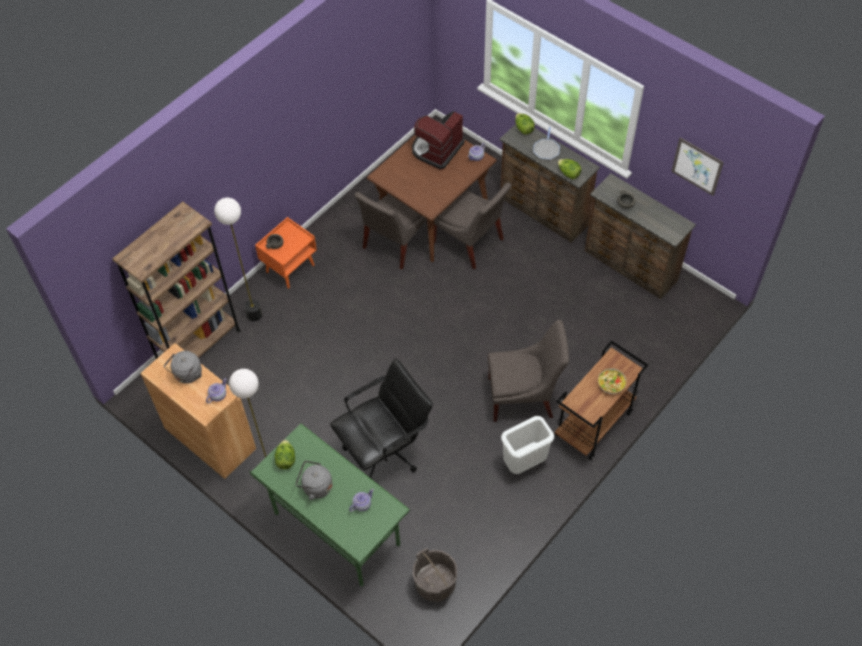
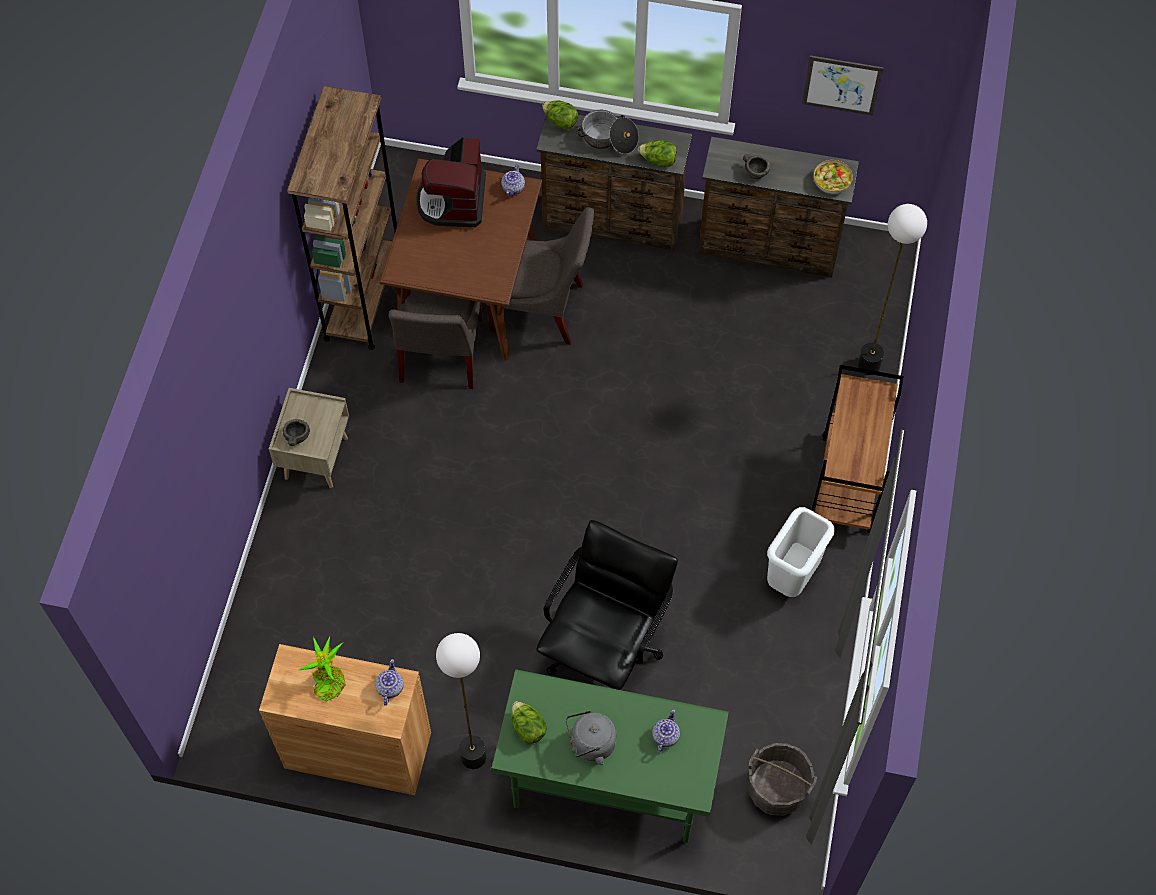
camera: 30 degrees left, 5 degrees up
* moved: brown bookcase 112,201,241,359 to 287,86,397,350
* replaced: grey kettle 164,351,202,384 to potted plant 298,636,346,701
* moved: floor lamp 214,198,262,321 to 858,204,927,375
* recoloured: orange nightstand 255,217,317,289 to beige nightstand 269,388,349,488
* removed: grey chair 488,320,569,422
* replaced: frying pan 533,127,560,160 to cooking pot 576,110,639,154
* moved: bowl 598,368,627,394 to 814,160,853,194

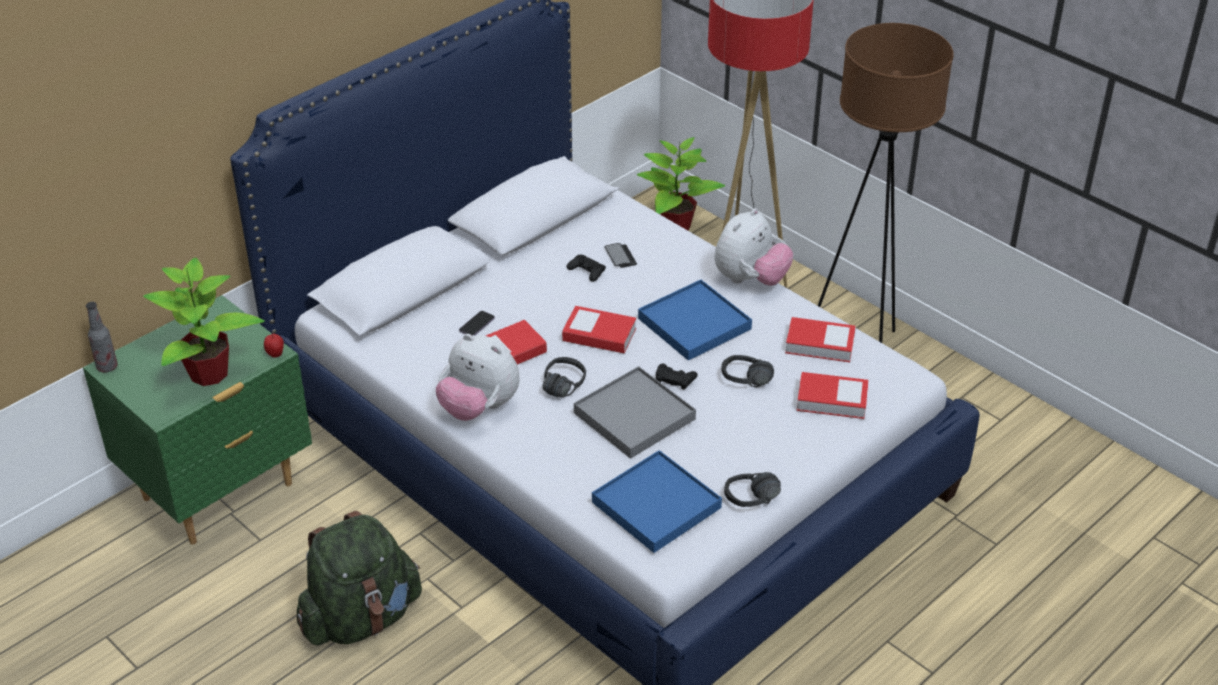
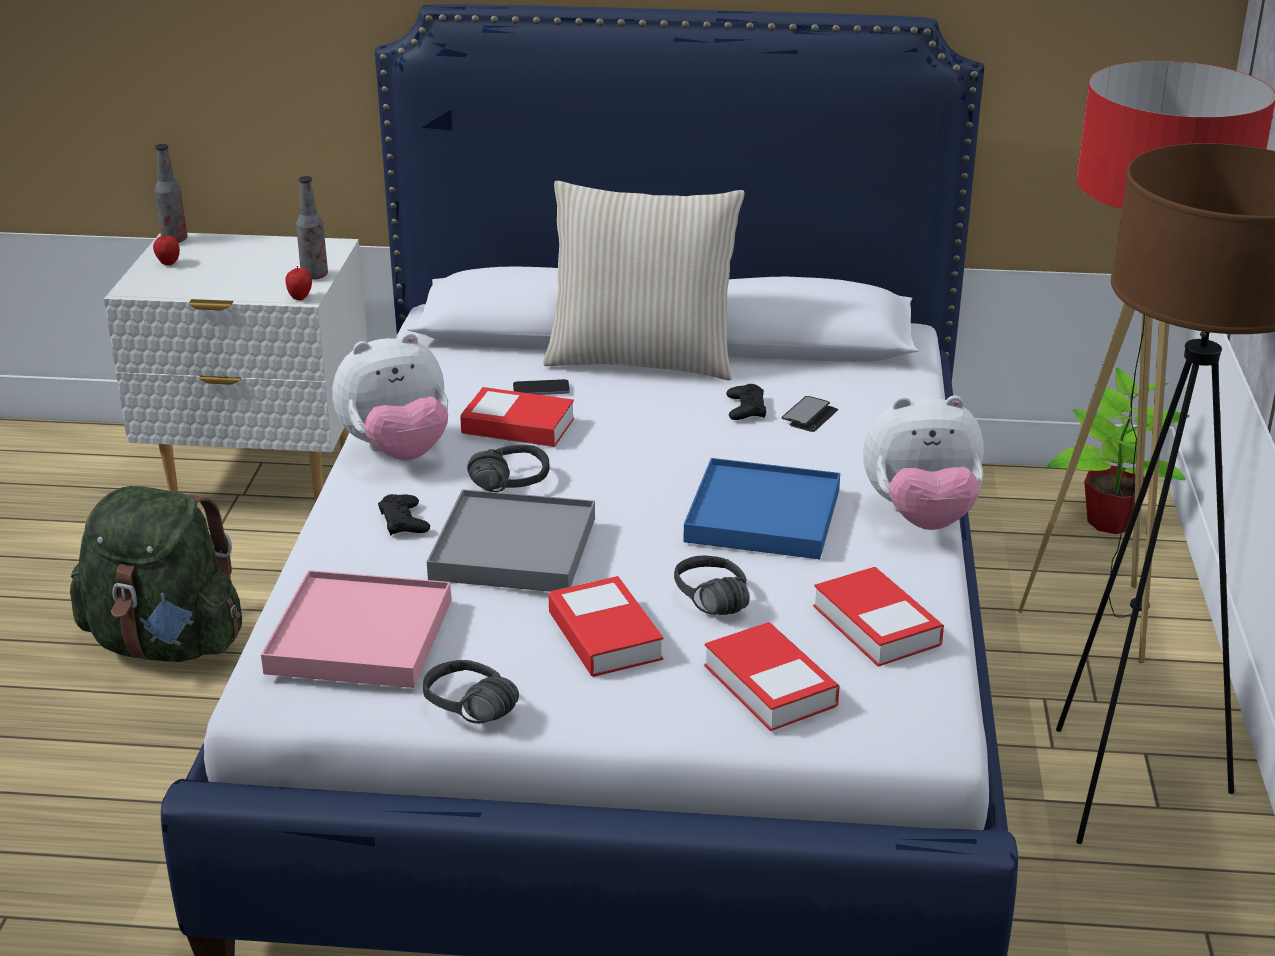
camera: 50 degrees right, 10 degrees down
* recoloured: green nightstand 83,295,312,545 to white nightstand 104,233,367,502
* removed: potted plant 143,257,265,386
* turned: plush toy 436,334,520,421 = 332,333,448,461 105 degrees counterclockwise
* moved: book 562,306,636,354 to 548,576,663,677
* recoloured: blue tray 592,450,722,553 to pink tray 261,570,451,688
* moved: black game controller 656,364,698,390 to 378,494,430,535
* added: apple 153,232,180,265
* added: bottle 296,176,328,280
* added: beige pillow 543,181,745,380

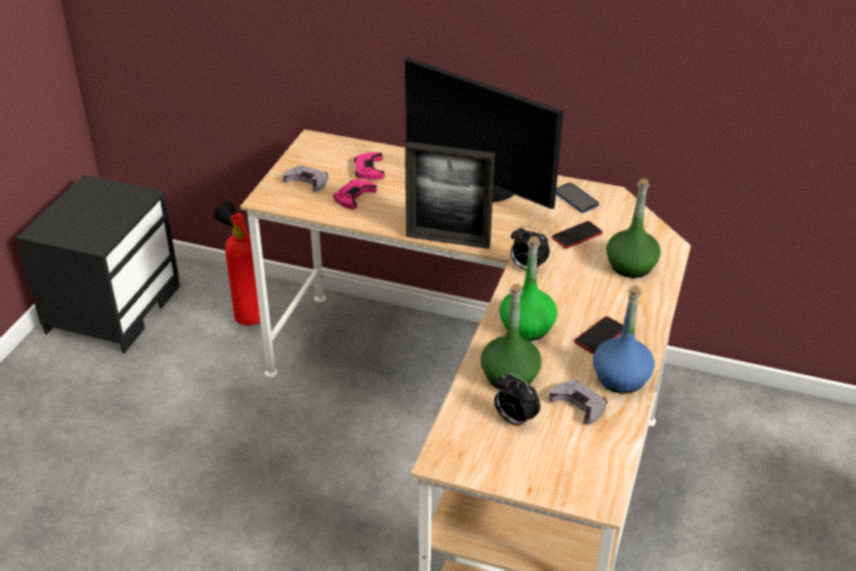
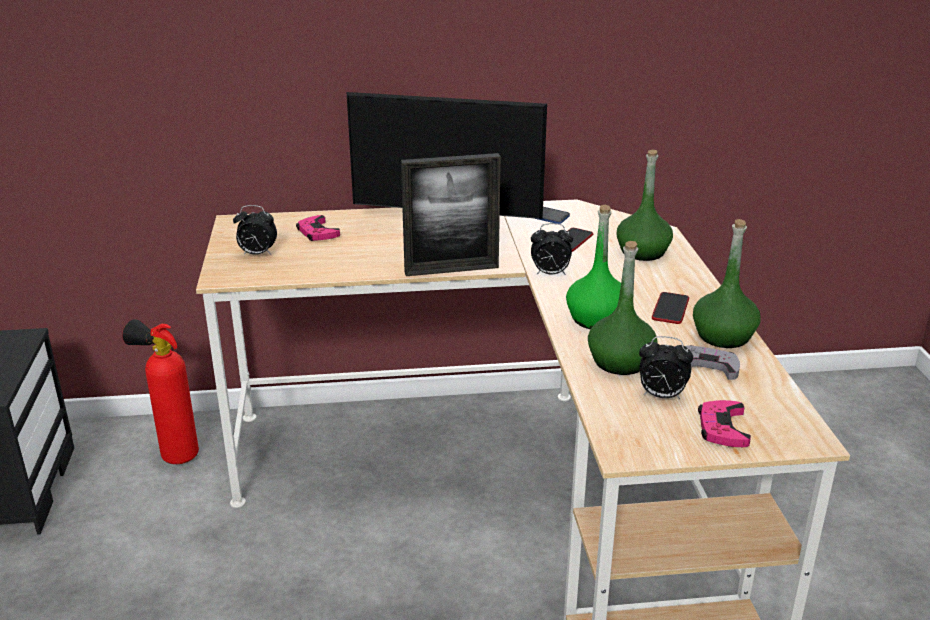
camera: 25 degrees left, 10 degrees down
* replaced: grey game controller 283,165,328,192 to alarm clock 233,205,277,255
* moved: pink game controller 333,179,377,209 to 698,400,751,447
* recoloured: blue bottle 593,286,654,394 to green bottle 693,219,761,348

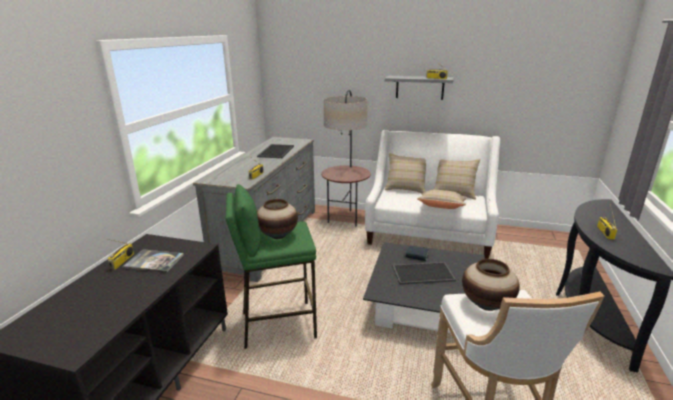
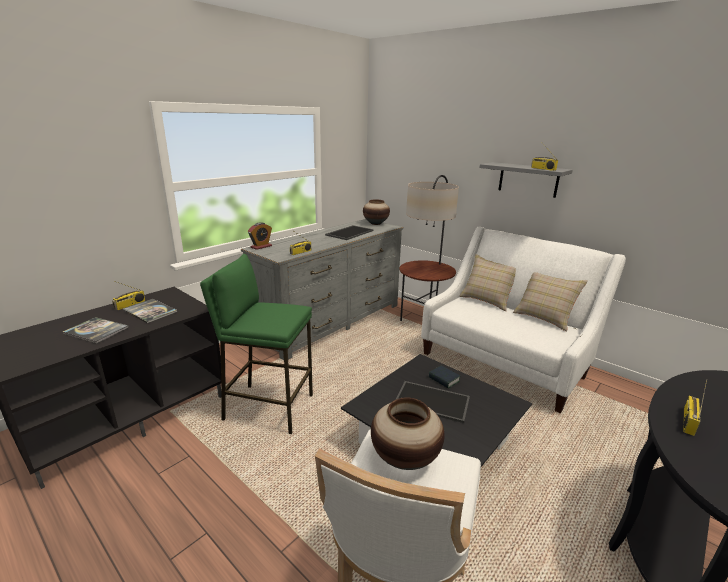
camera: 25 degrees right, 0 degrees up
* moved: vase 257,199,298,239 to 363,200,390,225
* removed: beige pillow 417,190,466,209
* added: book 62,317,129,343
* added: alarm clock 248,222,272,250

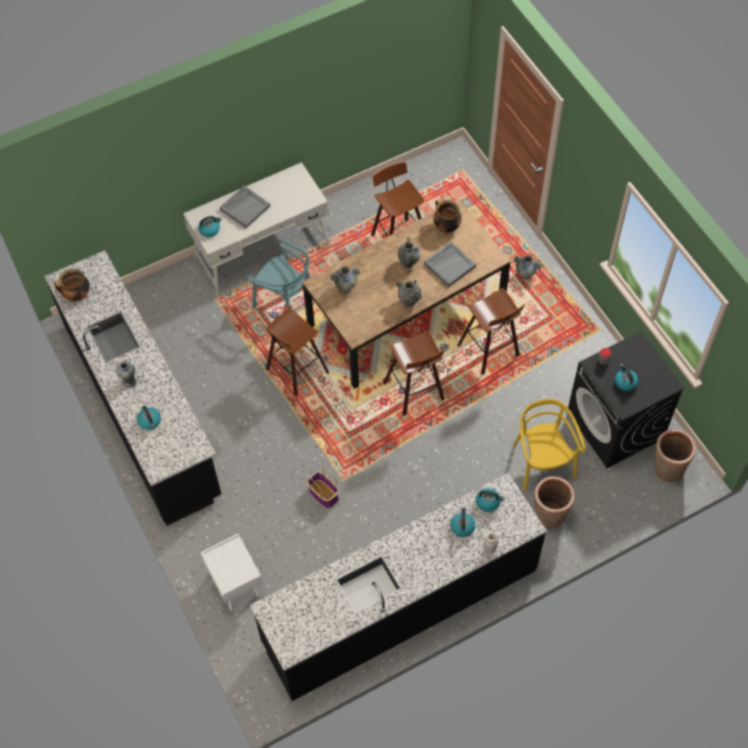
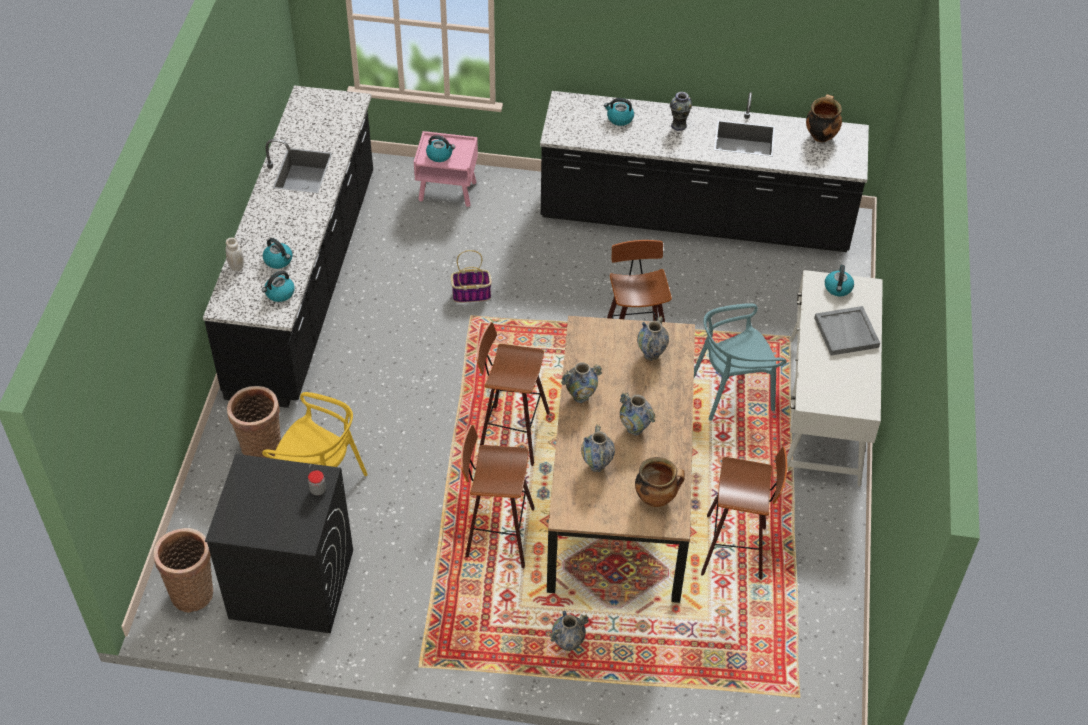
camera: 125 degrees right, 10 degrees down
* recoloured: white nightstand 201,533,263,611 to pink nightstand 414,131,478,207
* replaced: grey tray 424,242,476,287 to vase 581,424,615,472
* moved: kettle 615,364,638,391 to 426,135,455,162

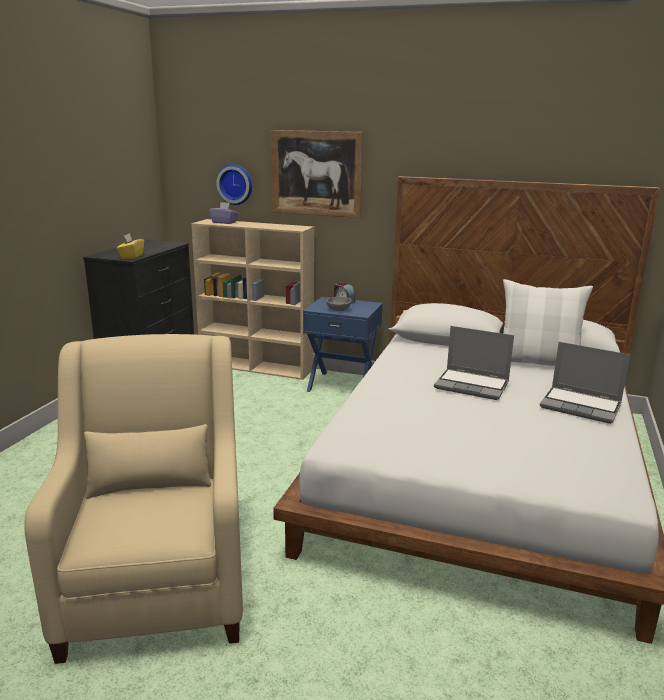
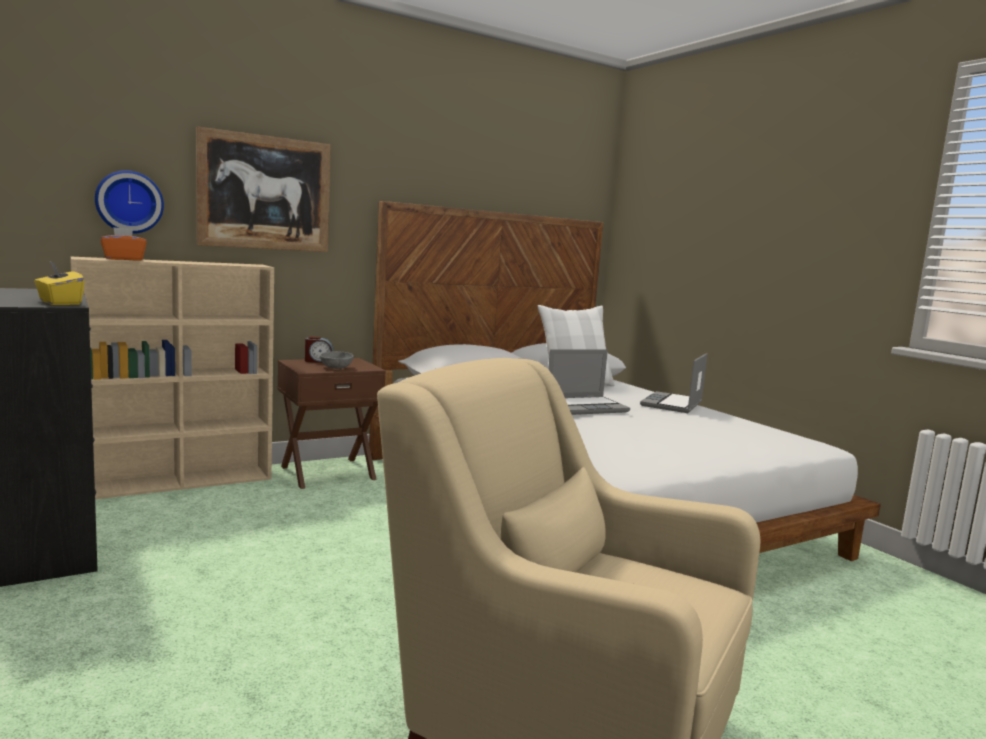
camera: 50 degrees left, 10 degrees down
* recoloured: purple tissue box 209,202,238,224 to orange tissue box 101,227,147,261
* recoloured: blue nightstand 303,297,383,392 to brown nightstand 277,358,386,489
* turned: laptop 540,342,630,424 = 640,353,707,413 135 degrees clockwise

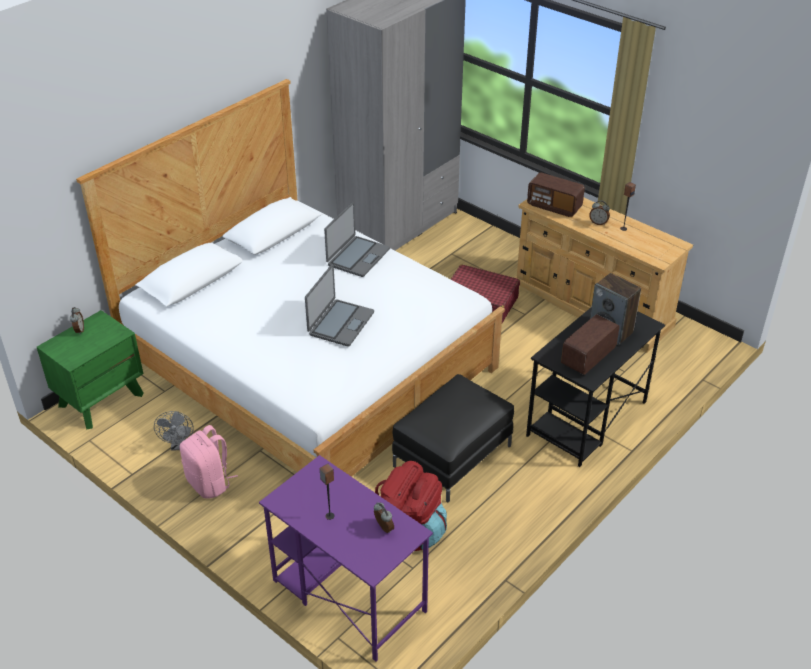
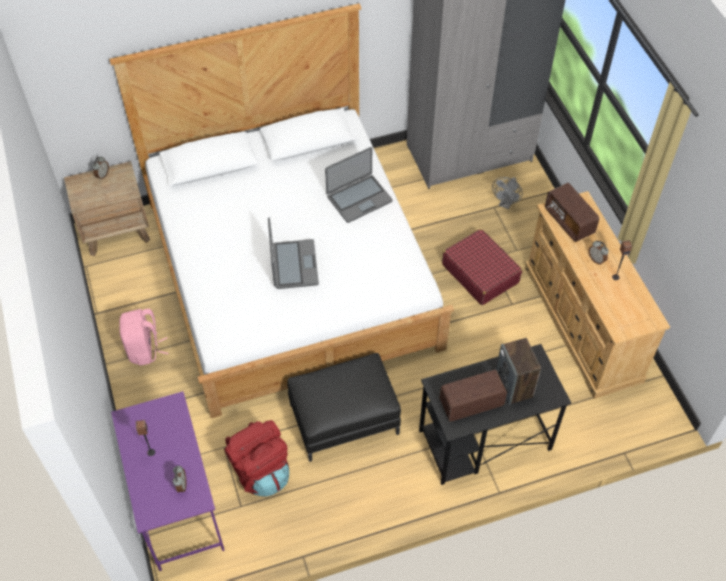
camera: 30 degrees right, 15 degrees up
* recoloured: green nightstand 37,310,143,429 to brown nightstand 64,161,150,256
* moved: grey fan 154,411,194,451 to 492,177,523,209
* turned: laptop 305,264,374,347 = 268,217,319,289 60 degrees counterclockwise

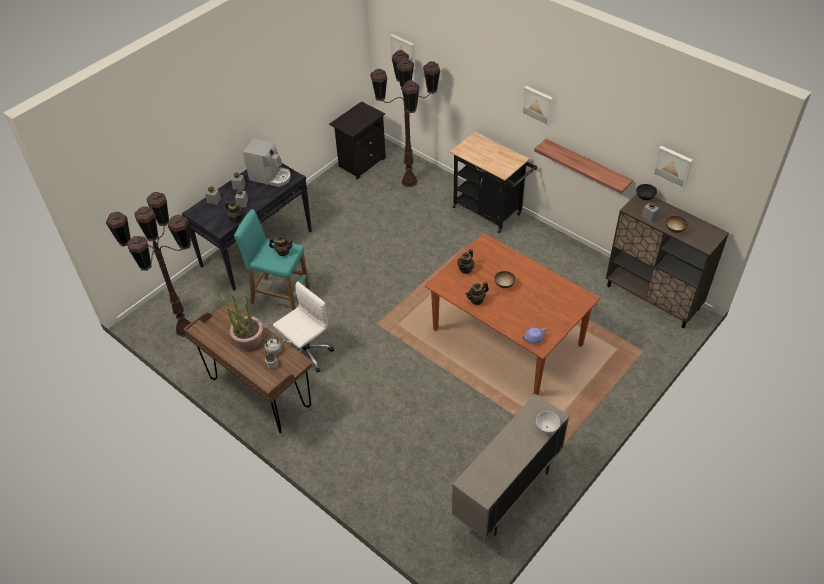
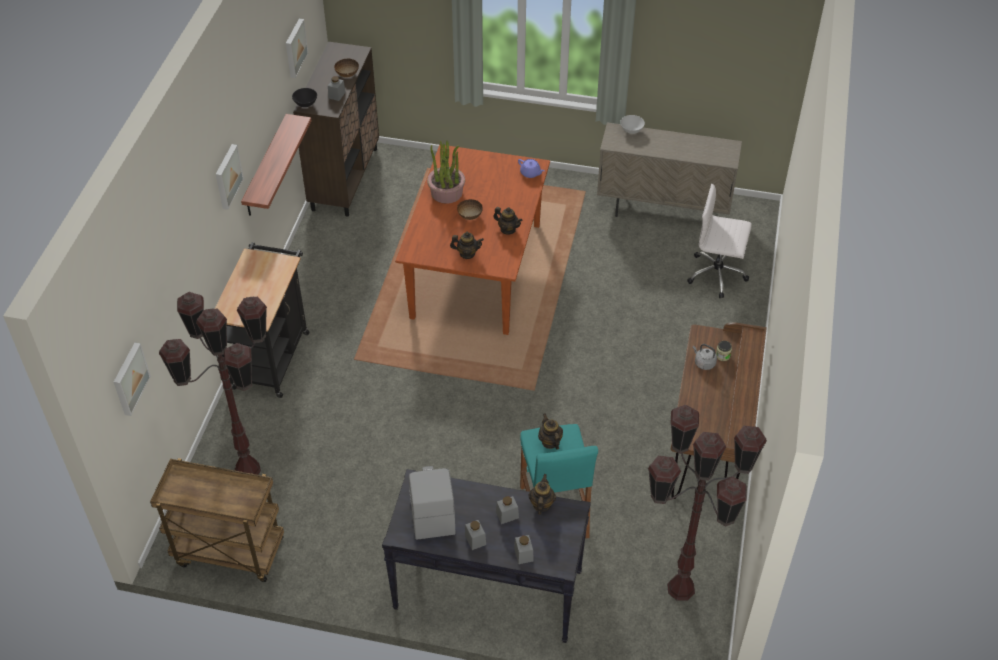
camera: 120 degrees left, 0 degrees up
* moved: potted plant 220,293,263,349 to 427,140,465,204
* moved: white office chair 273,281,334,373 to 687,184,752,298
* replaced: black nightstand 329,101,386,180 to brown cart 150,458,284,582

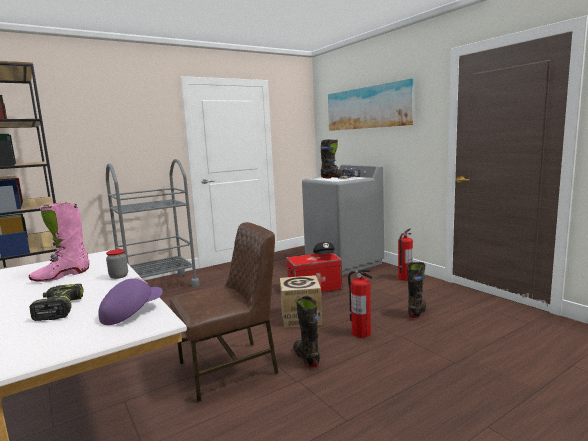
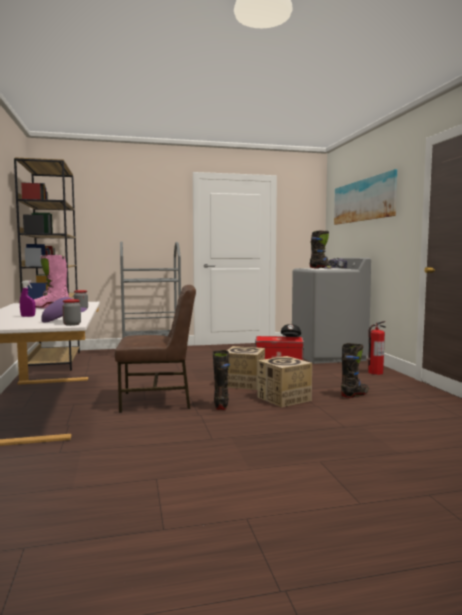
camera: 20 degrees right, 5 degrees down
* replaced: power drill 29,284,83,321 to purple spray bottle 20,280,35,317
* replaced: fire extinguisher 348,270,373,338 to cardboard box 257,356,312,407
* added: jar 62,299,81,326

